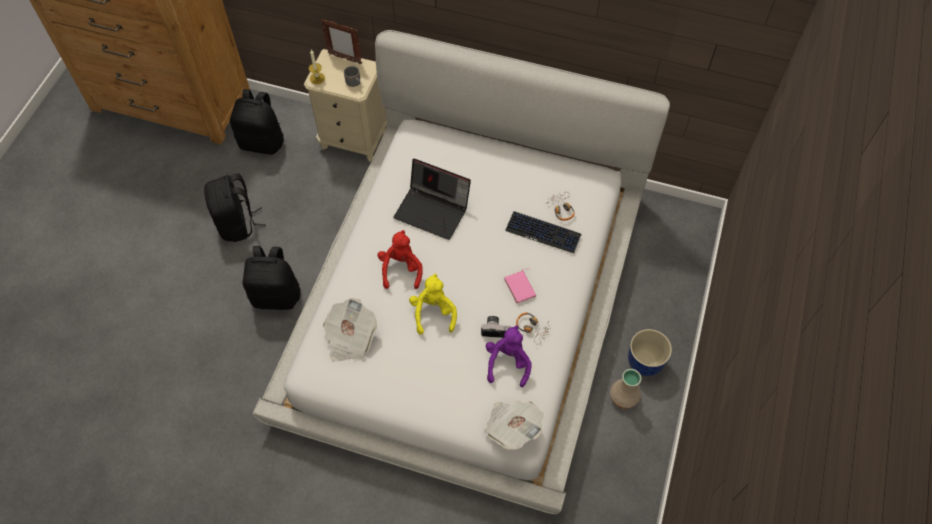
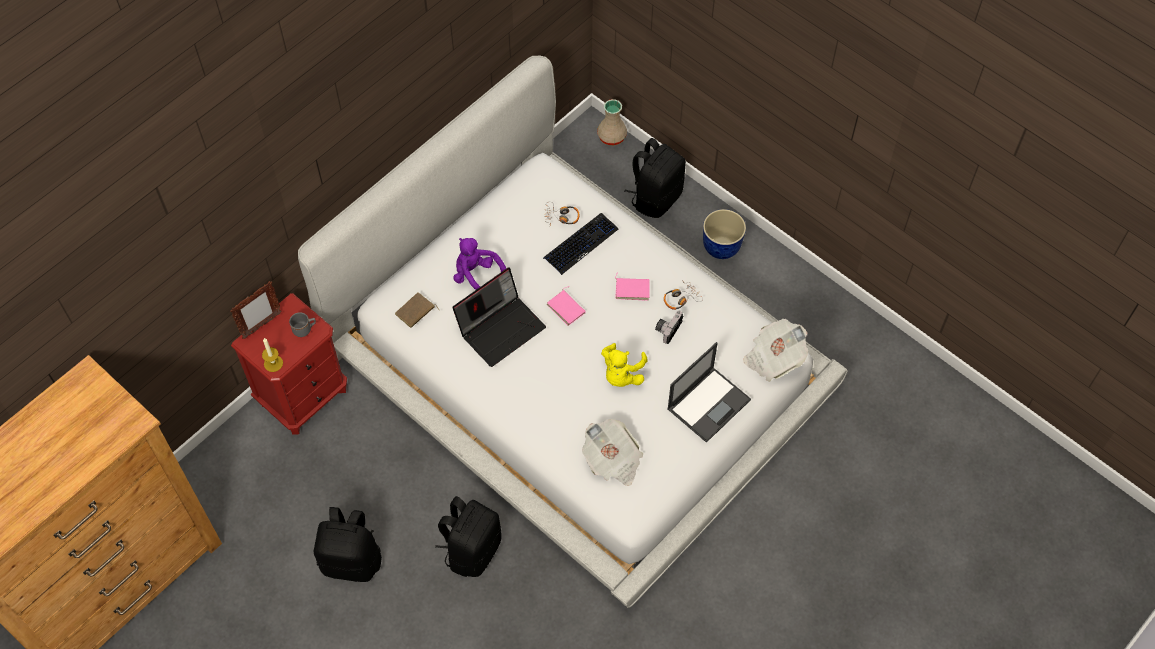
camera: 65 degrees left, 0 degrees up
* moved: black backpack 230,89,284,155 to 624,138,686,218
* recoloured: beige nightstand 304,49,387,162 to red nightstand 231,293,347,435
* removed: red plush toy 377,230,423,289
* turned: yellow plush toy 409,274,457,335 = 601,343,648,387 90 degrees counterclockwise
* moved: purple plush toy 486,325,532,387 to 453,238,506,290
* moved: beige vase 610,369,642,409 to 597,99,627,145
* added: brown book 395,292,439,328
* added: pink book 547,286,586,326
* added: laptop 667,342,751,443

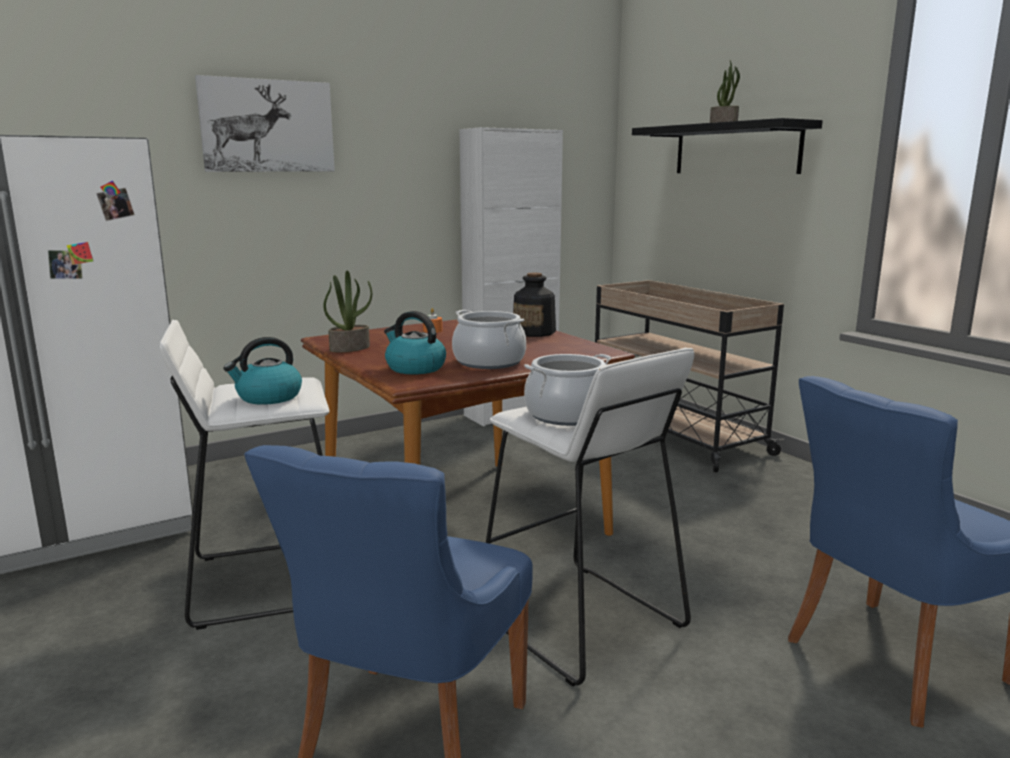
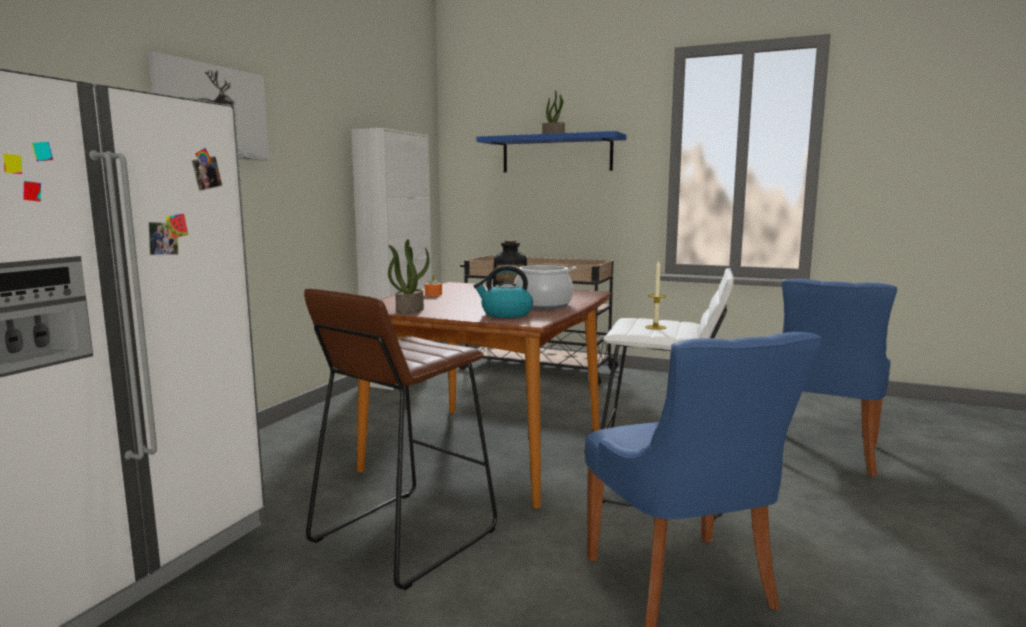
camera: 35 degrees left, 5 degrees down
* recoloured: white stool 160,320,330,630 to brown stool 304,288,497,590
* removed: kettle 223,337,302,405
* replaced: cooking pot 524,354,612,426 to candle 645,259,666,330
* recoloured: black shelf 632,118,823,174 to blue shelf 477,131,626,172

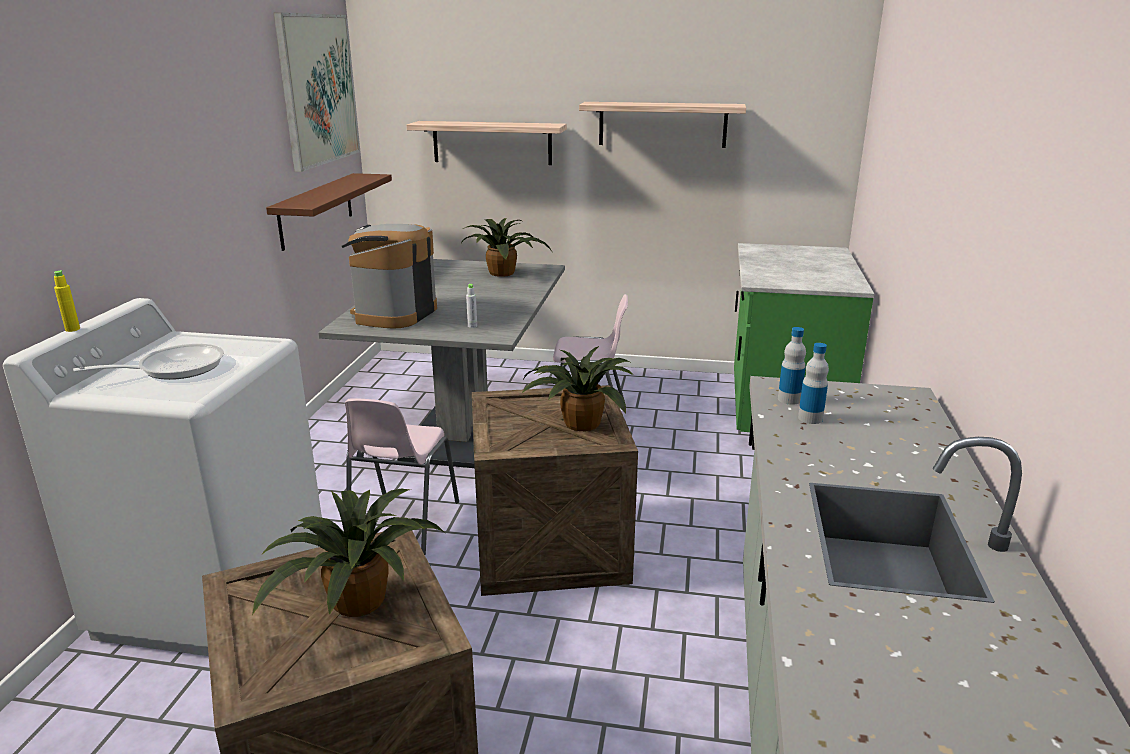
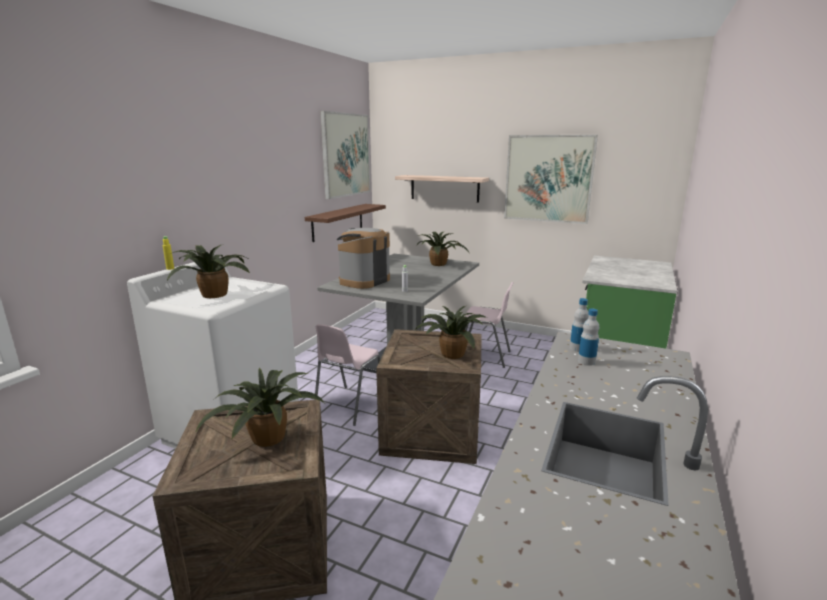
camera: 15 degrees right, 5 degrees down
* replaced: frying pan 73,344,224,380 to potted plant 167,244,250,298
* replaced: shelf 579,102,746,148 to picture 504,135,598,224

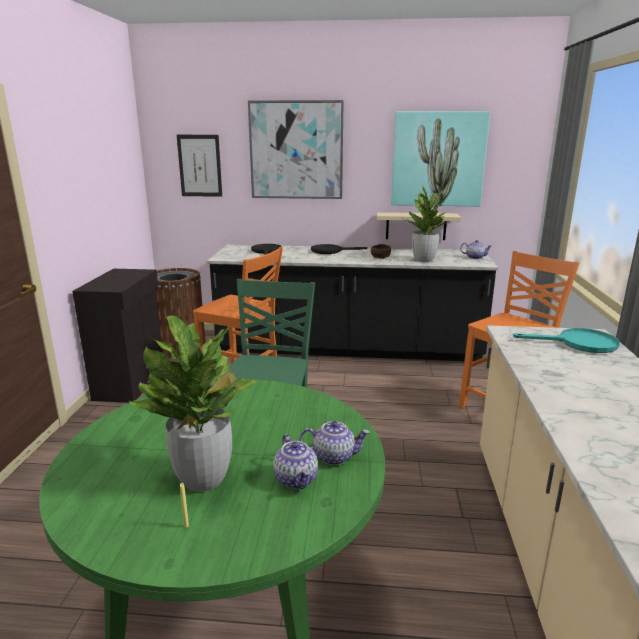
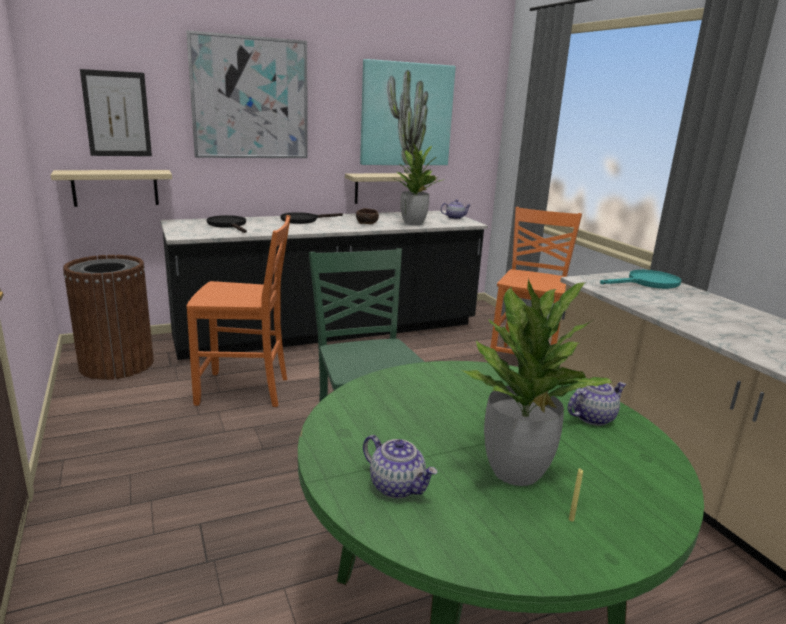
camera: 30 degrees left, 0 degrees up
* removed: black cabinet 72,269,163,403
* moved: teapot 273,434,318,489 to 363,435,438,498
* added: beige shelf 51,170,172,207

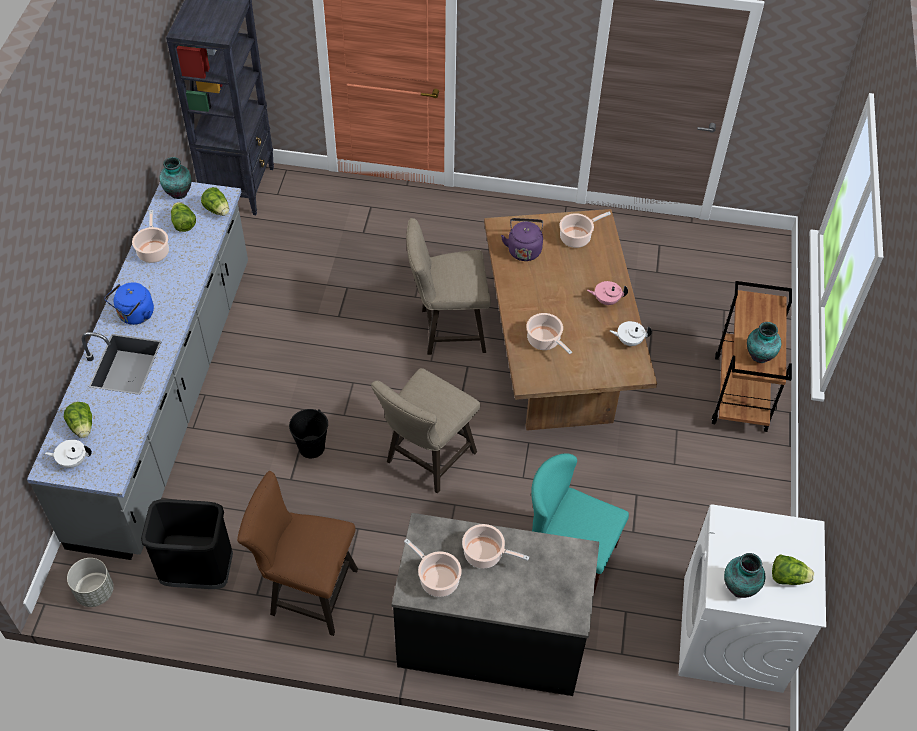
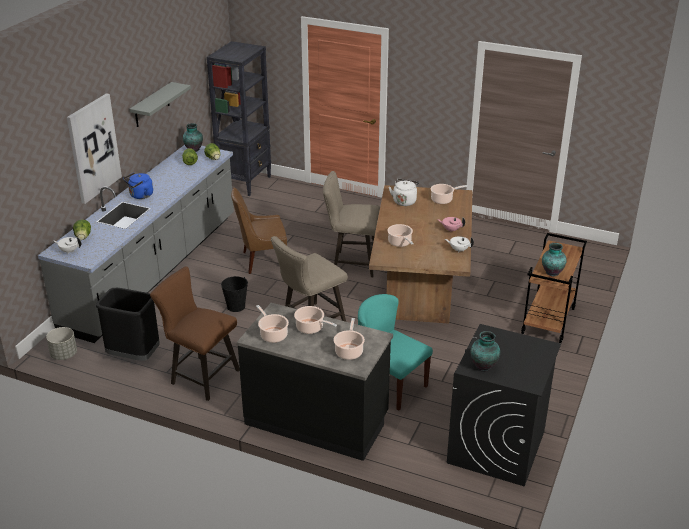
camera: 15 degrees right, 20 degrees down
* moved: cooking pot 132,210,169,263 to 334,318,365,360
* recoloured: purple kettle 501,218,543,261 to white kettle 389,179,419,206
* recoloured: white washing machine 678,504,826,693 to black washing machine 447,324,561,487
* removed: lettuce 772,555,814,585
* added: picture 67,93,122,204
* added: grey shelf 129,82,191,127
* added: brown chair 231,187,287,274

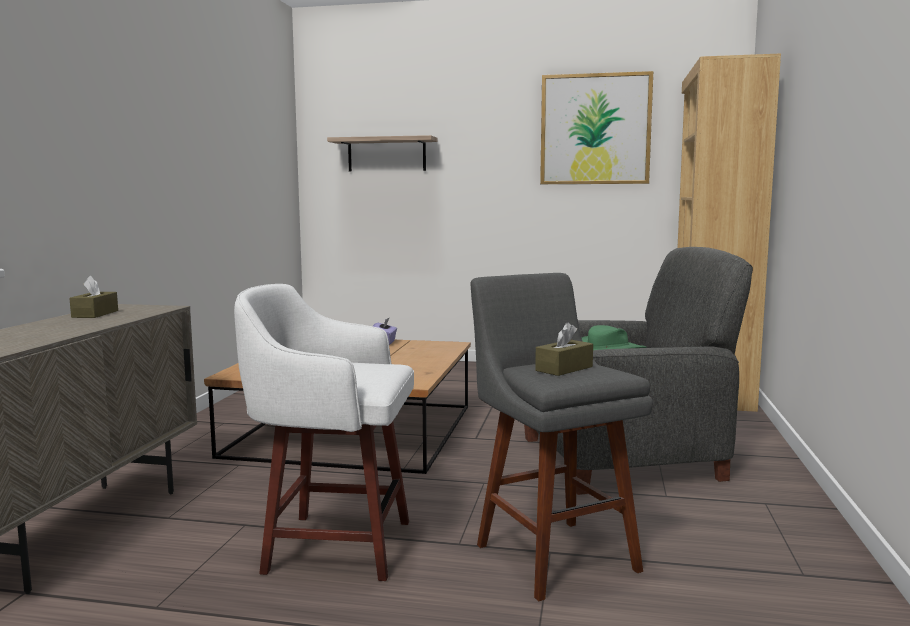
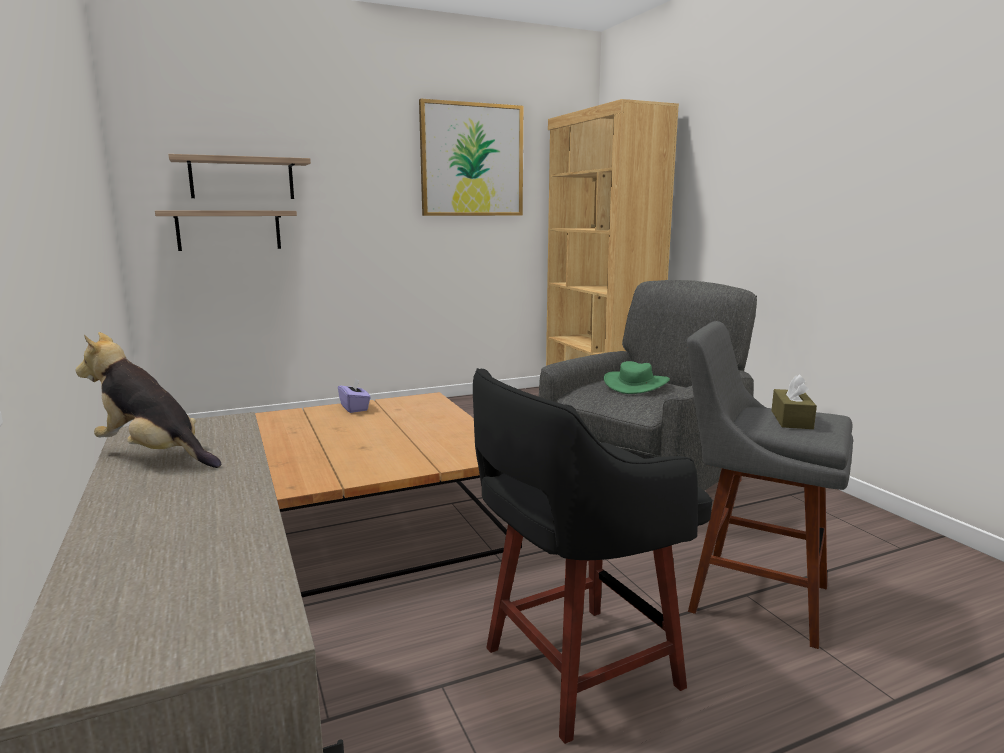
camera: 35 degrees left, 5 degrees up
* replaced: brown tissue box 69,275,118,318 to plush toy 75,332,221,468
* recoloured: white stool 234,284,414,581 to black stool 473,368,712,744
* added: shelf 155,211,297,251

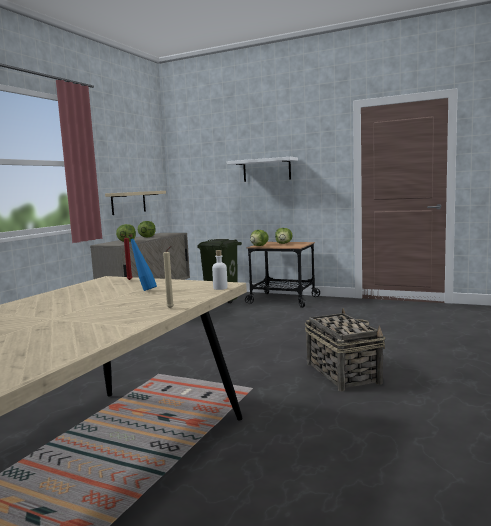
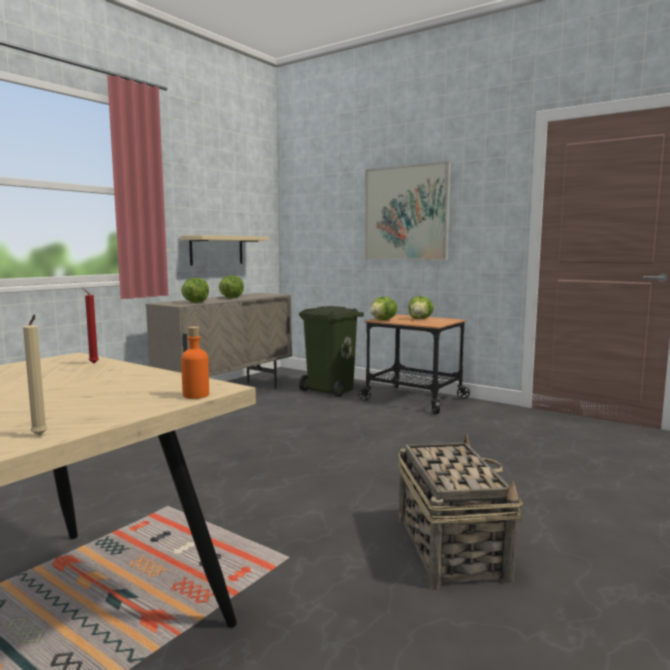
camera: 10 degrees right, 0 degrees up
* removed: blue bottle 128,234,157,291
* recoloured: white bottle 212,250,228,290 to orange bottle 181,326,209,399
* replaced: white shelf 227,157,298,182 to picture 364,161,451,261

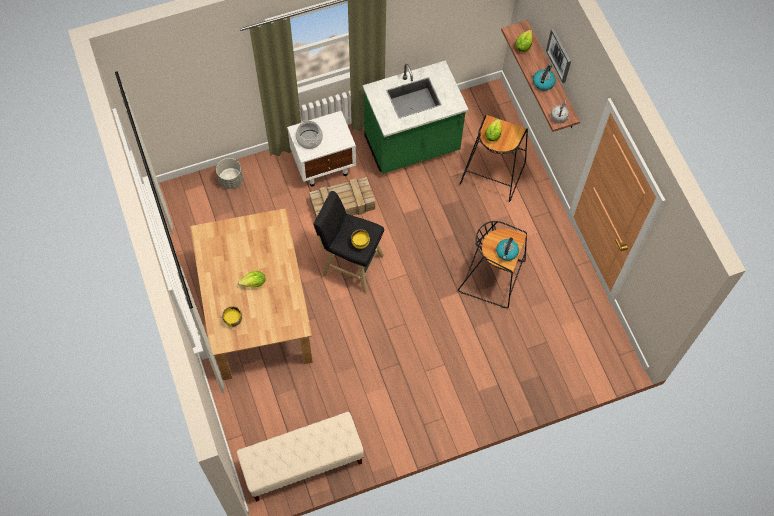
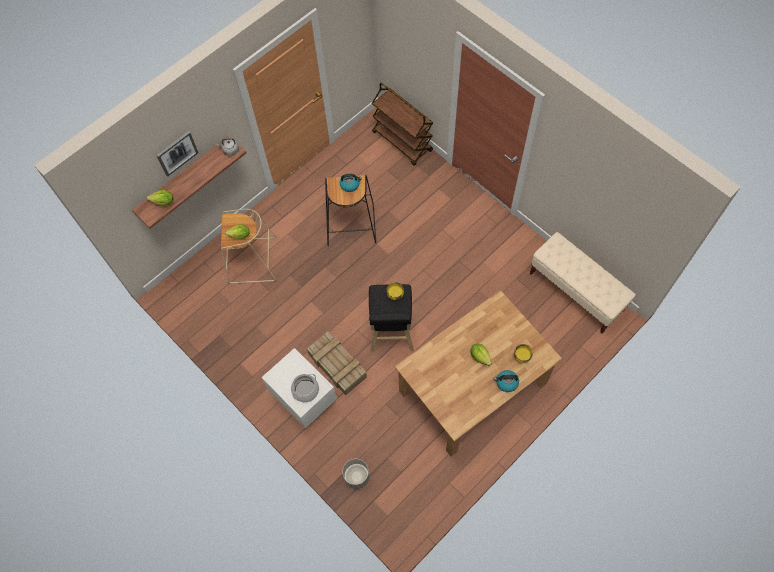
camera: 110 degrees left, 0 degrees up
* removed: green counter 363,60,469,174
* recoloured: black stool 460,115,528,202 to beige stool 221,209,276,284
* moved: kettle 533,64,556,91 to 494,370,519,392
* added: brown cart 372,82,433,166

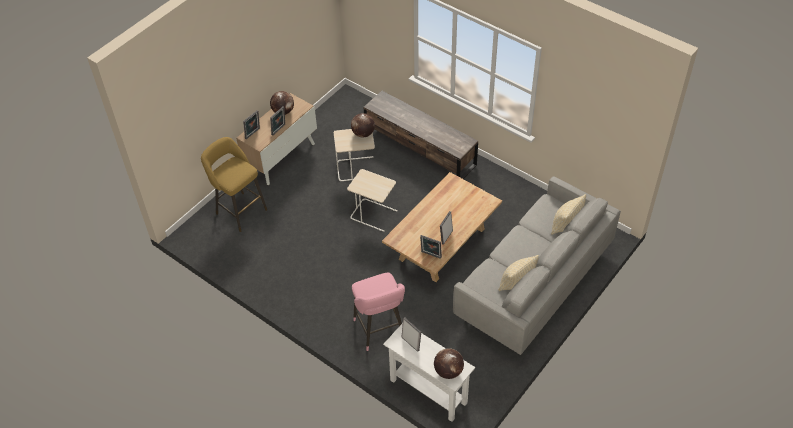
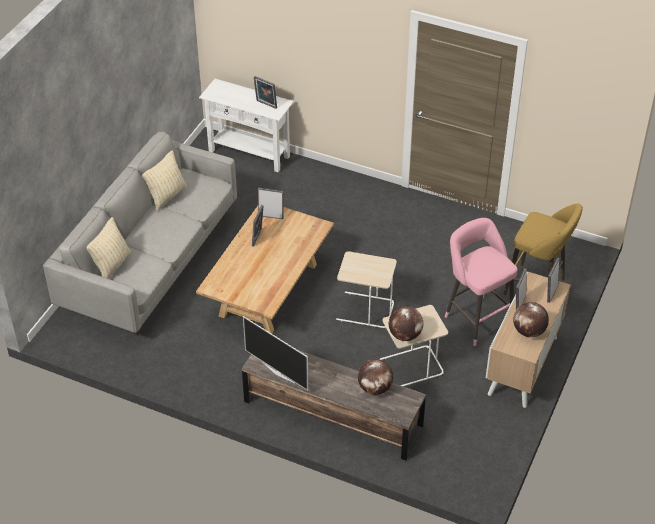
camera: 165 degrees right, 5 degrees down
* moved: pink stool 352,273,405,351 to 445,218,517,346
* moved: globe 434,348,464,379 to 358,359,393,395
* added: television 243,316,309,390

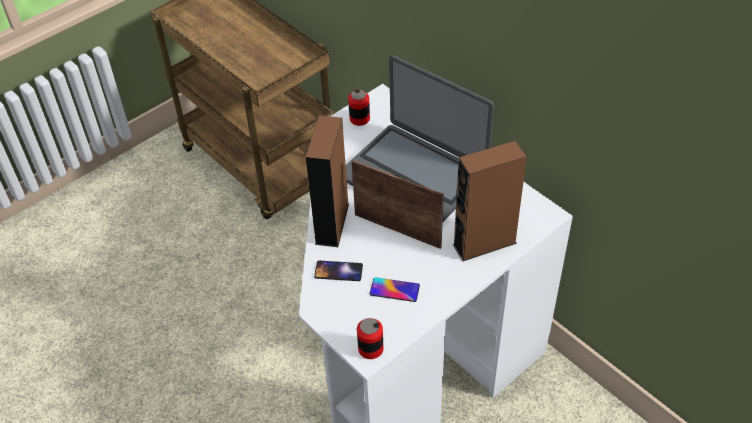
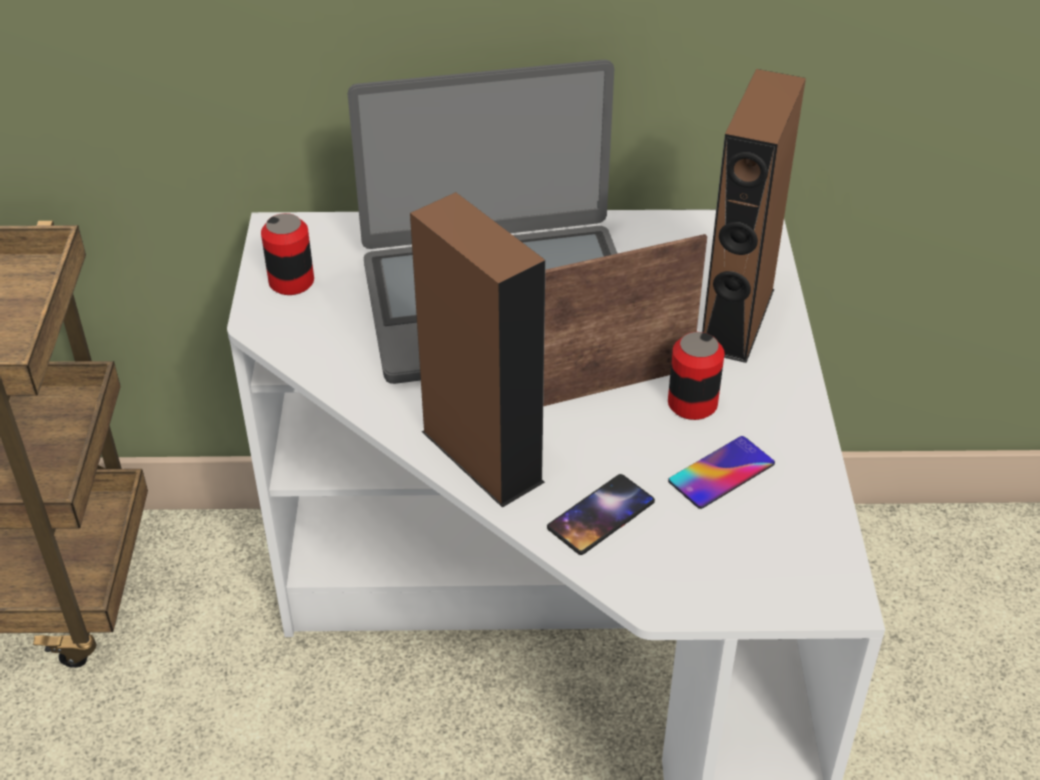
camera: 50 degrees left, 5 degrees down
* moved: can 357,318,384,359 to 668,332,724,420

